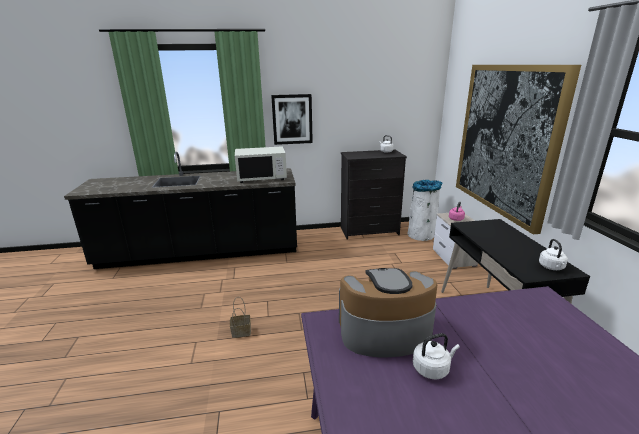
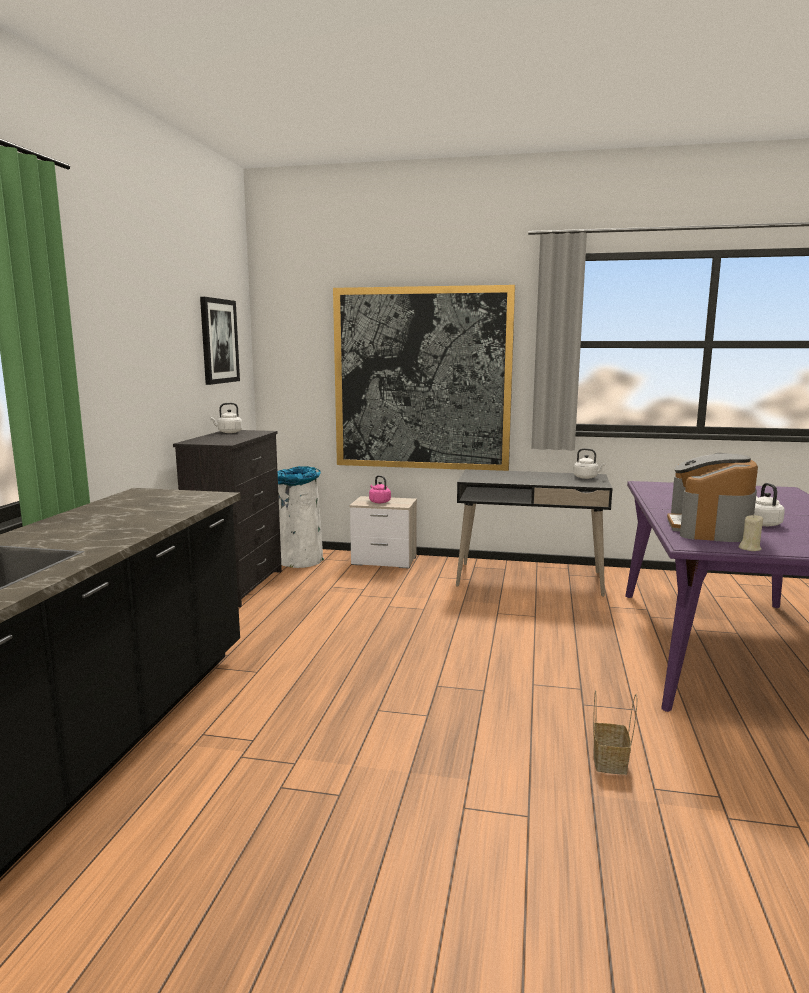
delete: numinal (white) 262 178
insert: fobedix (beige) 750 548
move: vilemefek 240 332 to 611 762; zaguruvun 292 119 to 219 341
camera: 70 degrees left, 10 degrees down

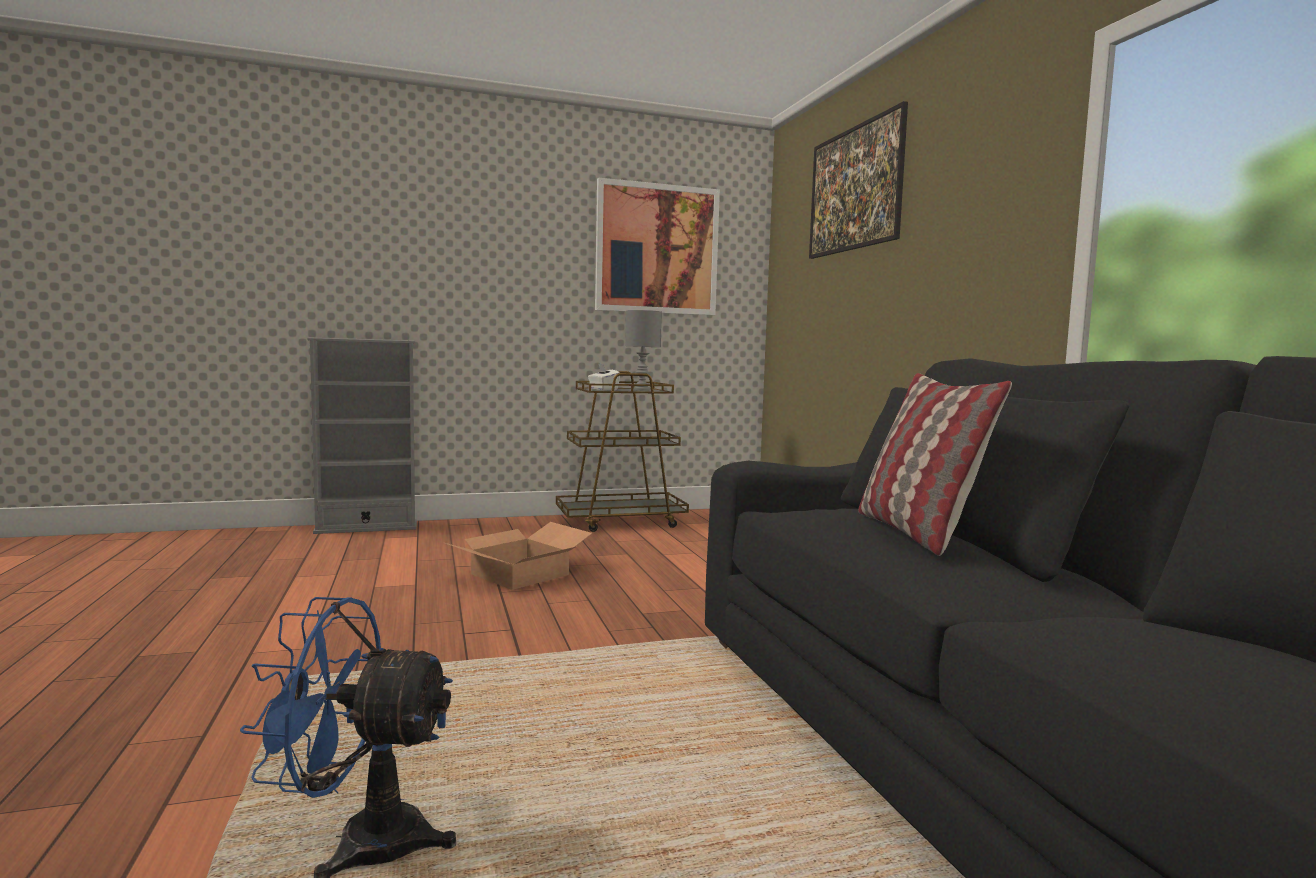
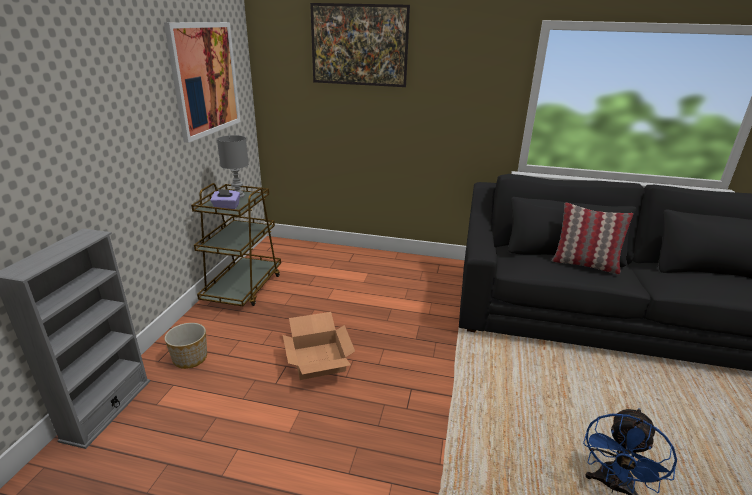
insert: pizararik 189 358
recolor: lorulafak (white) 603 389 to lorulafak (purple) 226 207
camera: 60 degrees left, 20 degrees up

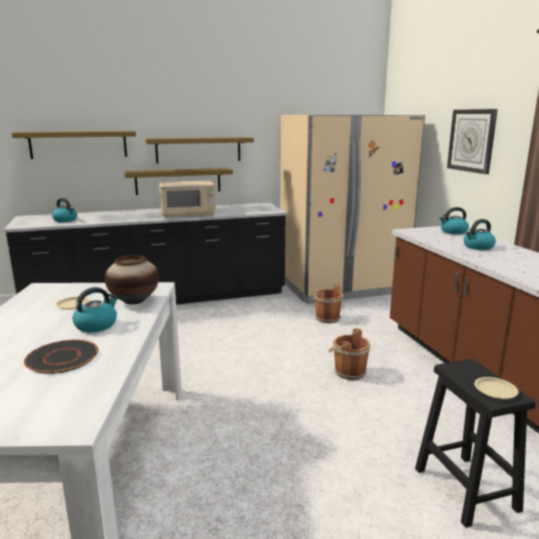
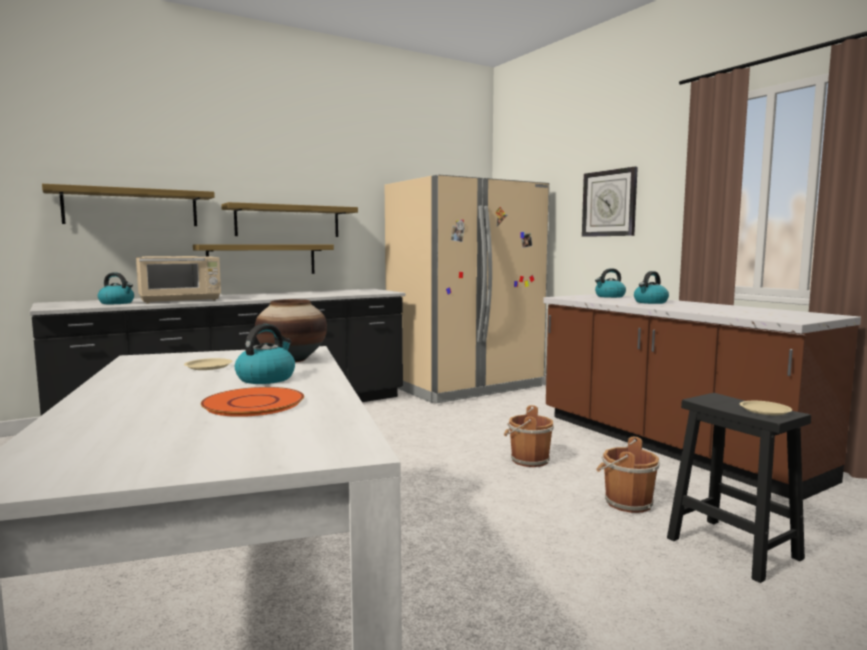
move: numinal (beige) 188 214 to 181 300; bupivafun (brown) 326 318 to 626 502
recolor: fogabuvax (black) 61 358 to fogabuvax (orange) 253 403
camera: 15 degrees left, 10 degrees down

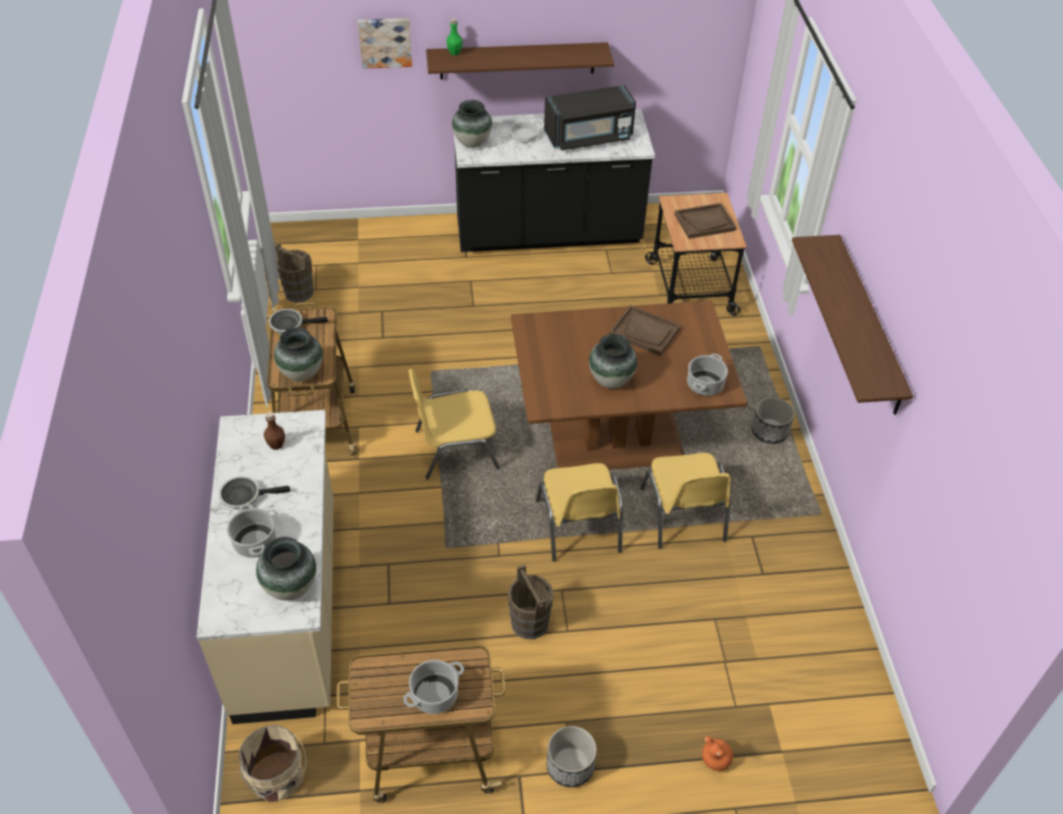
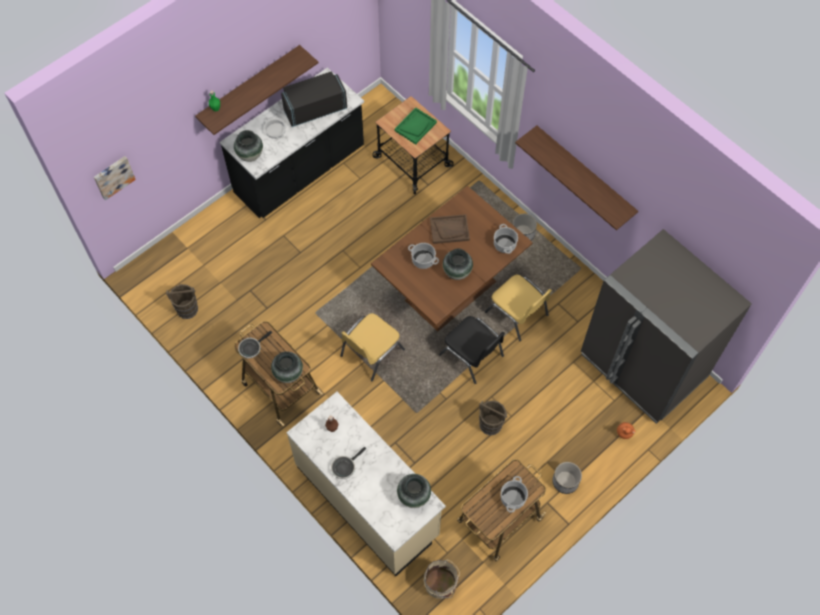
insert: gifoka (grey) 643 366
move: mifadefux 255 542 to 423 260; zaguruvun 385 42 to 113 176
recolor: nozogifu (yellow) 579 527 to nozogifu (black) 472 355; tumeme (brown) 704 222 to tumeme (green) 415 126
rotate: numinal (black) 588 137 = 315 109 150 degrees counterclockwise
camera: 35 degrees left, 15 degrees up

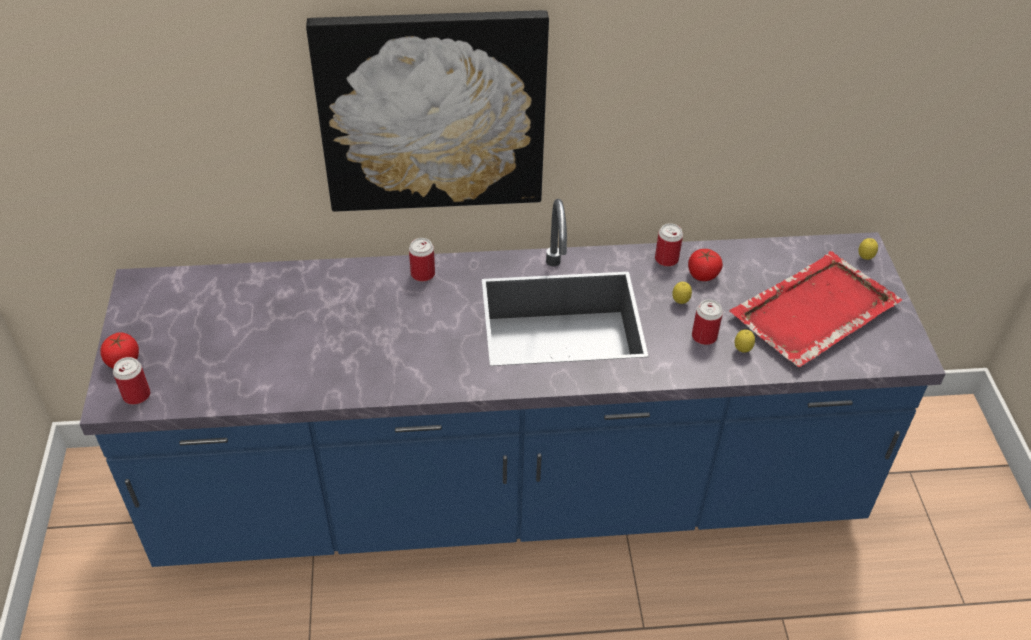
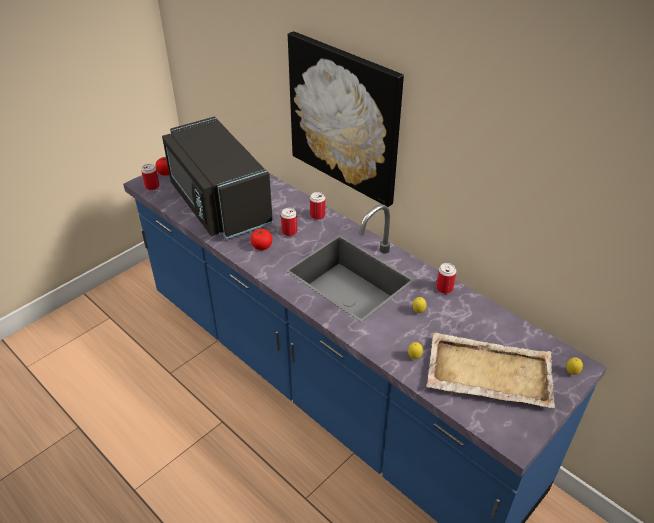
insert: numinal (black) 218 204
move: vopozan 702 275 to 262 246; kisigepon 704 336 to 289 232
recolor: tumeme (red) 812 312 to tumeme (beige) 488 372
camera: 50 degrees right, 5 degrees down

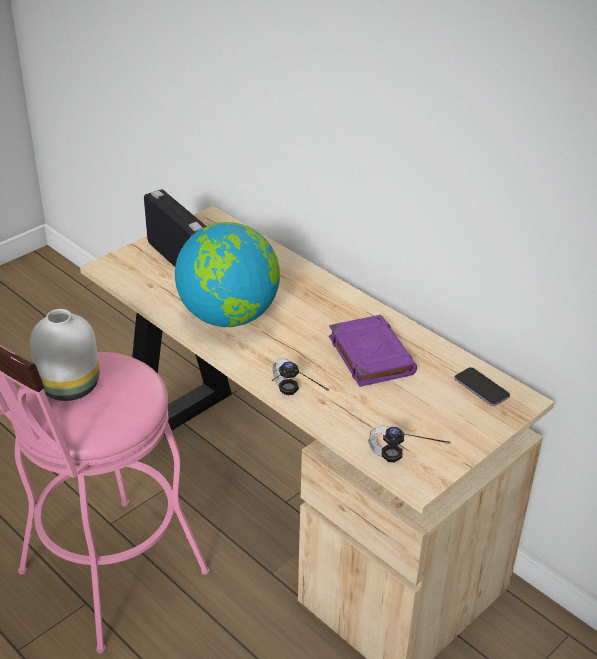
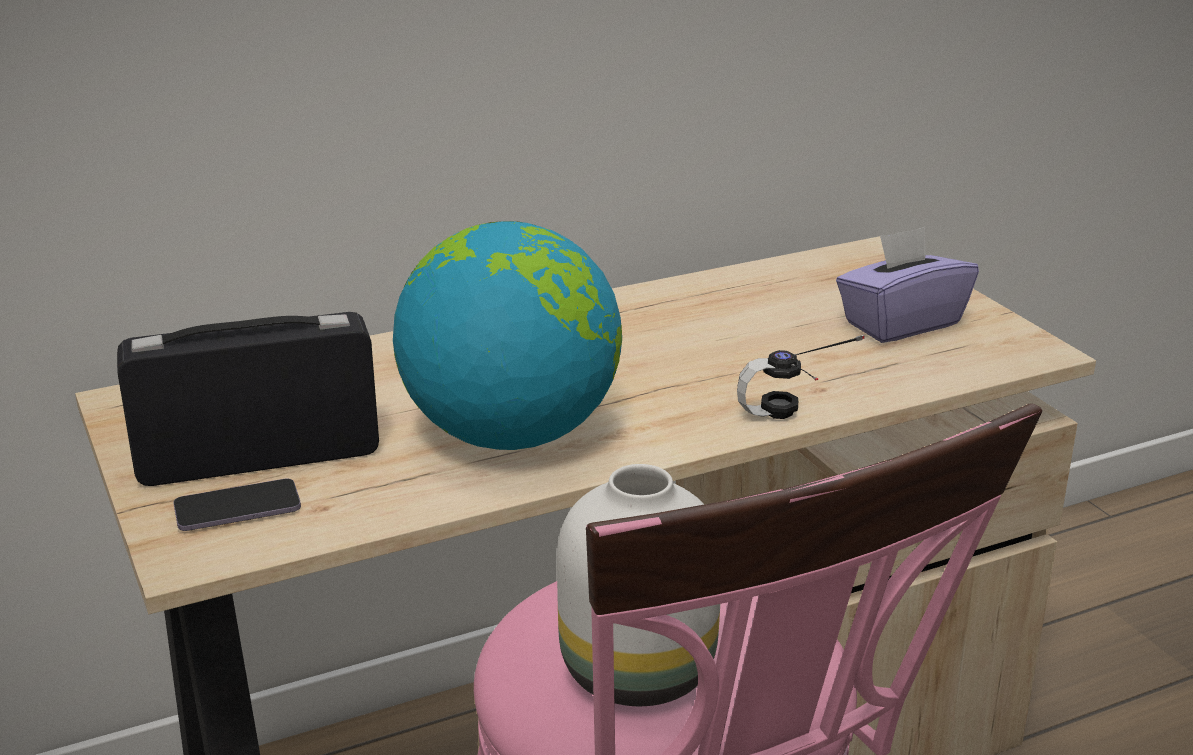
delete: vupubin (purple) 370 355; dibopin 401 467
insert: lorulafak (purple) 901 323
move: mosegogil 481 388 to 237 509
camera: 70 degrees left, 10 degrees down

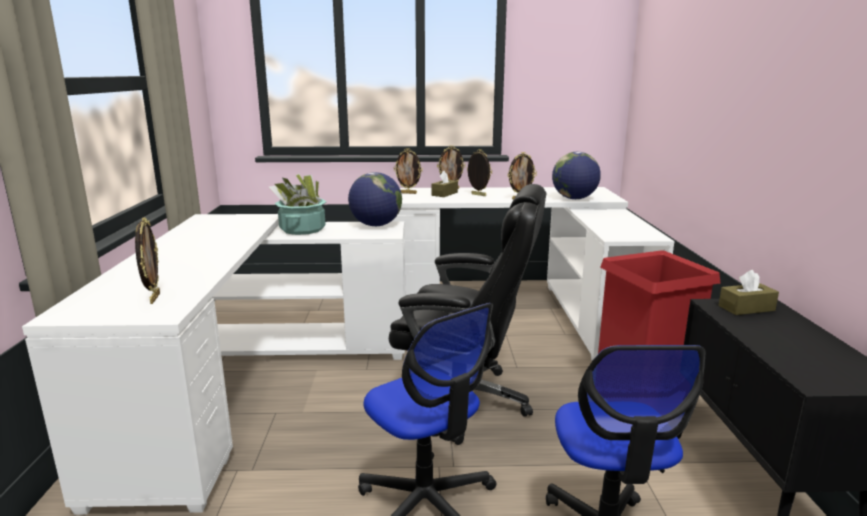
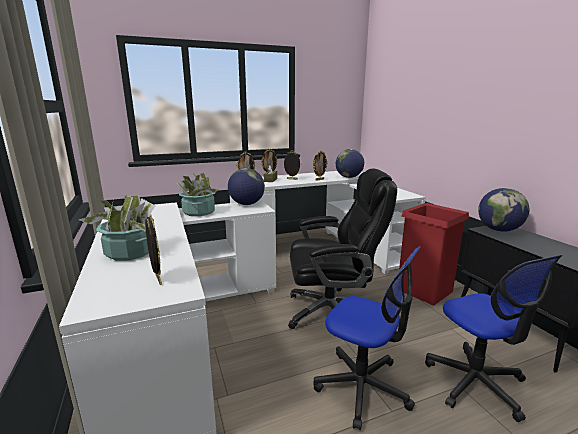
insert: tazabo 130 252
replace: lorulafak (brown) 746 308 to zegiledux 498 230
camera: 20 degrees left, 0 degrees up

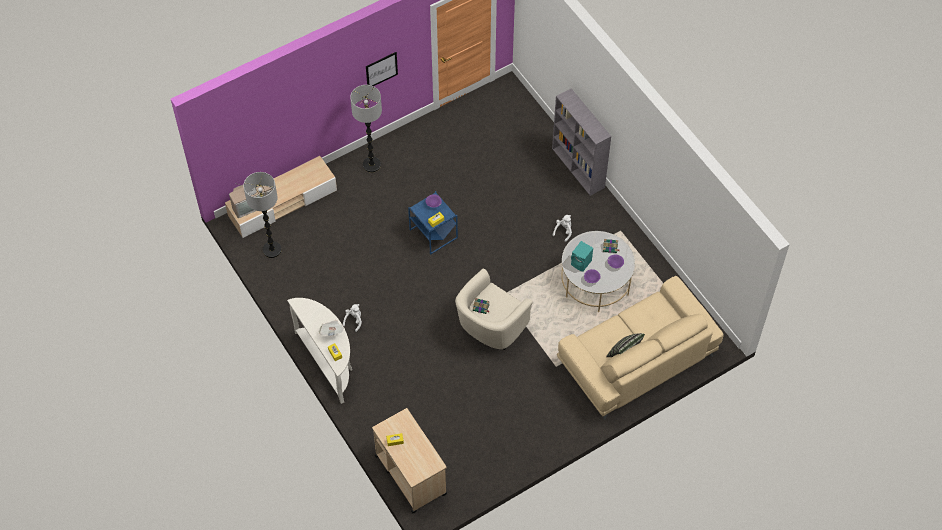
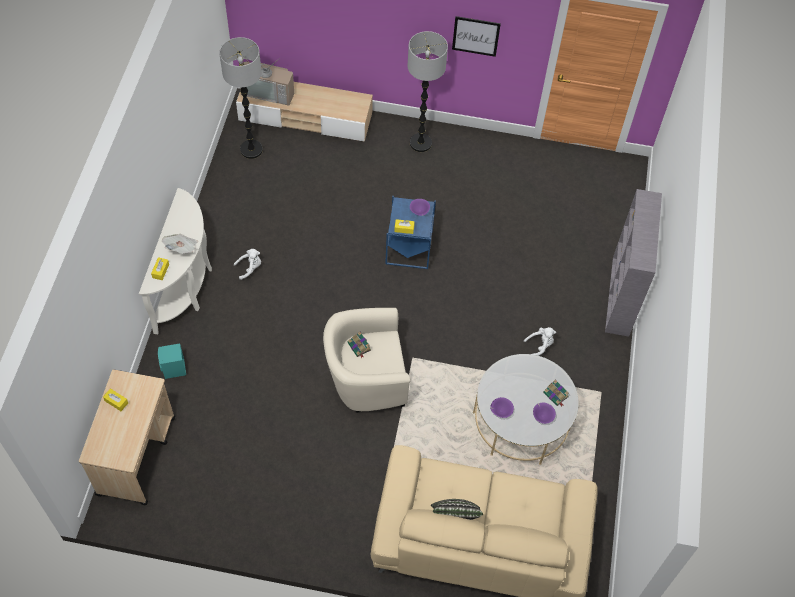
move: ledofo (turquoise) 581 263 to 174 369
camera: 40 degrees right, 0 degrees up

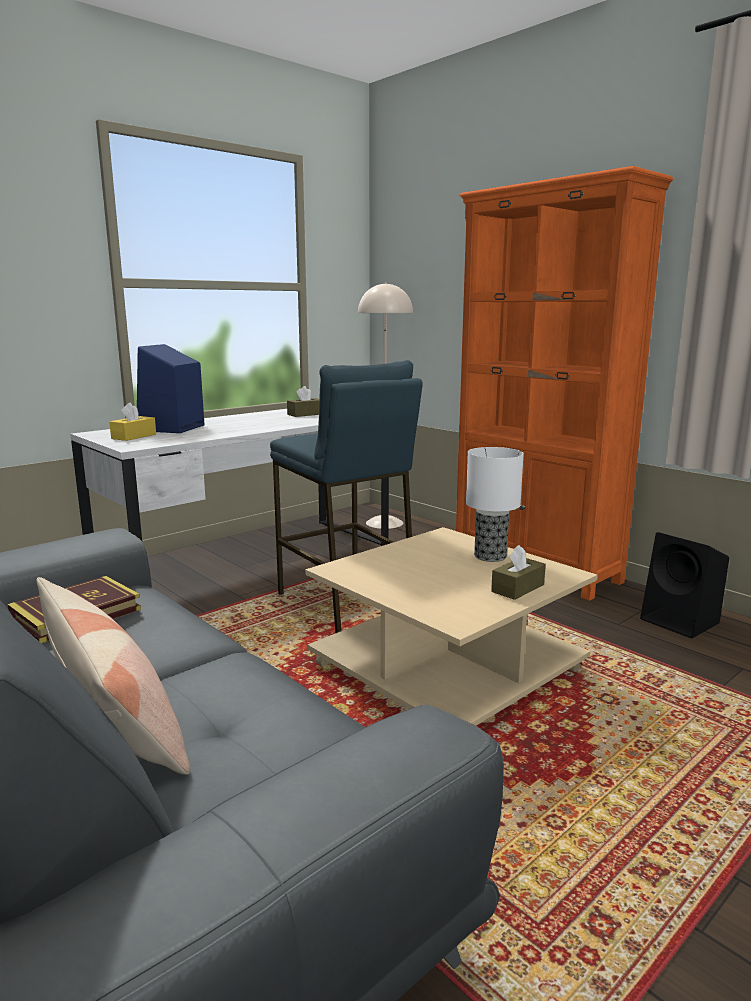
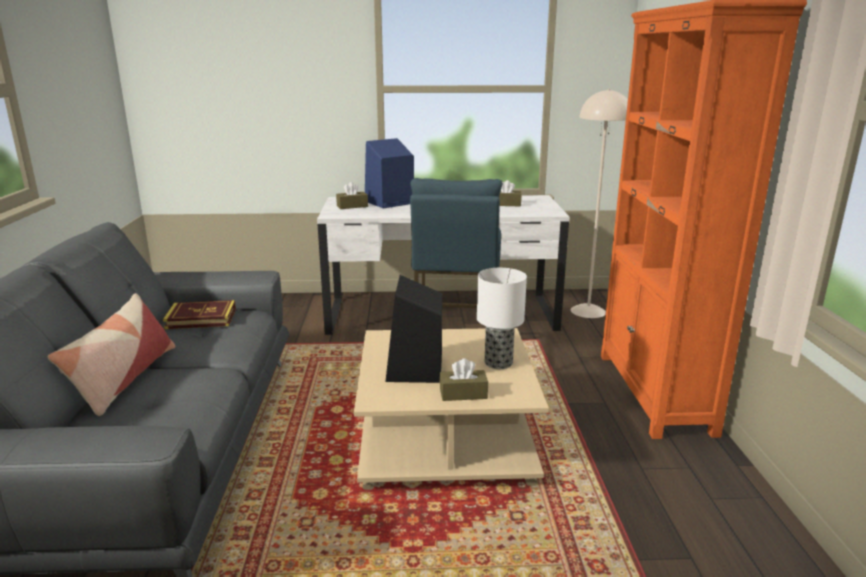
move: ledofo (black) 681 621 to 415 370
recolor: lorulafak (yellow) 134 436 to lorulafak (brown) 352 206
camera: 40 degrees right, 5 degrees up

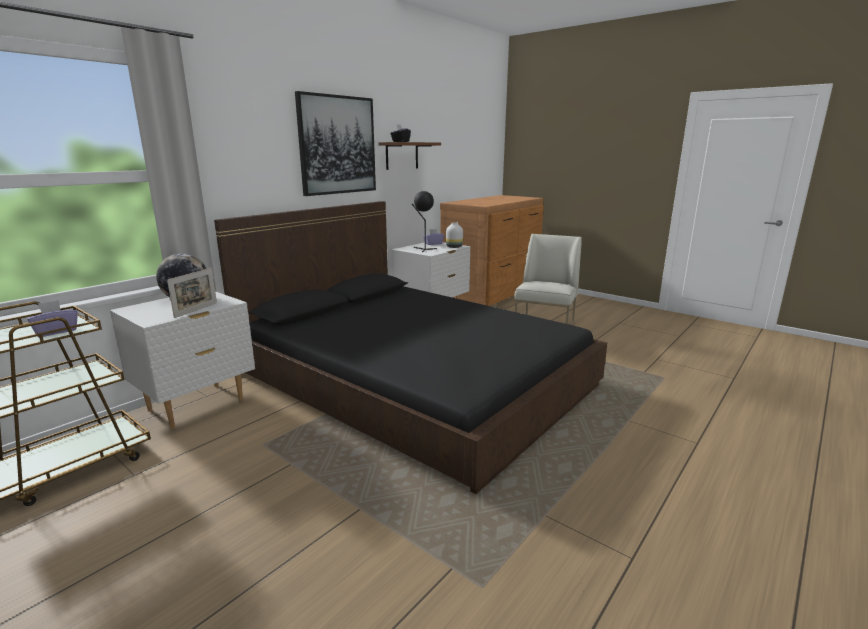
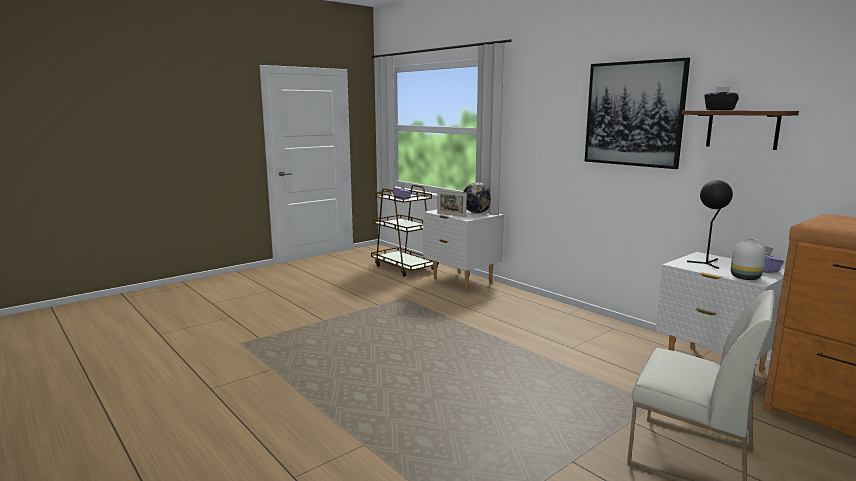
delete: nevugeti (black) 414 378
camera: 100 degrees right, 5 degrees down

